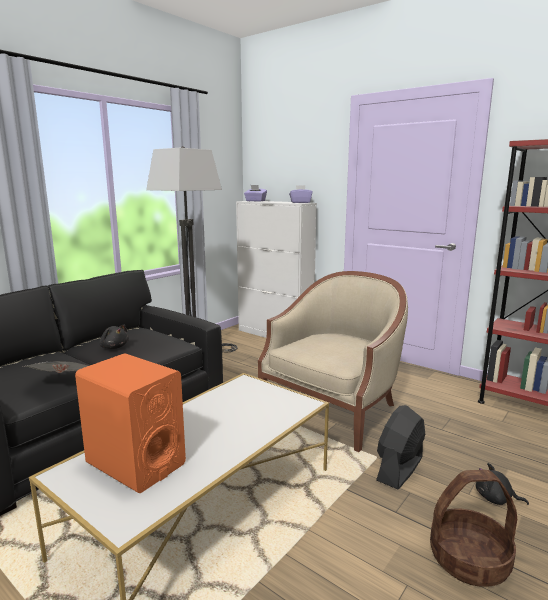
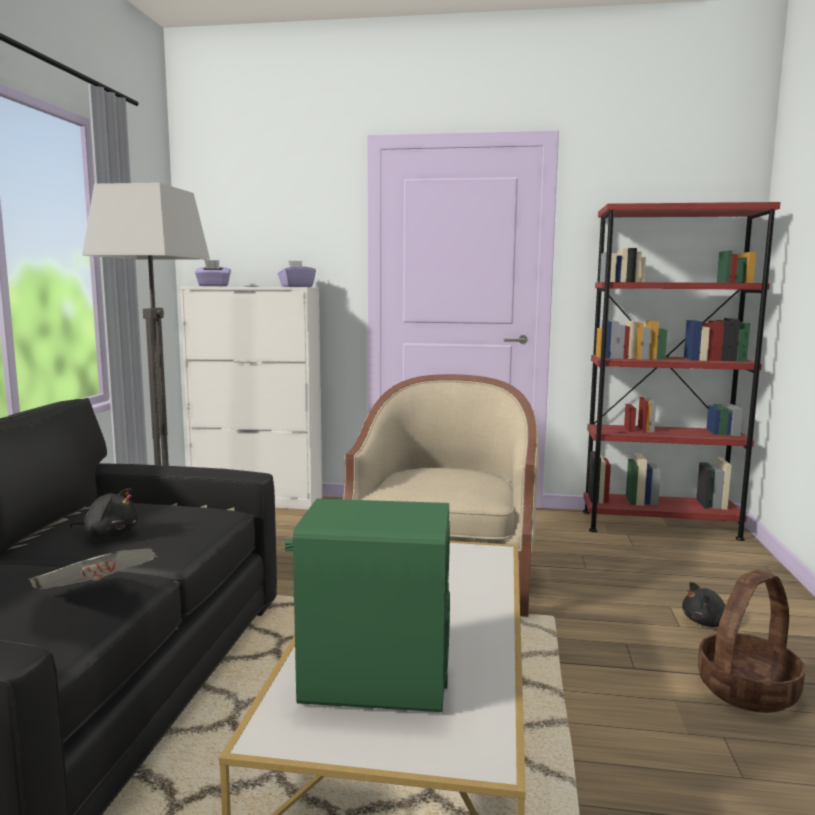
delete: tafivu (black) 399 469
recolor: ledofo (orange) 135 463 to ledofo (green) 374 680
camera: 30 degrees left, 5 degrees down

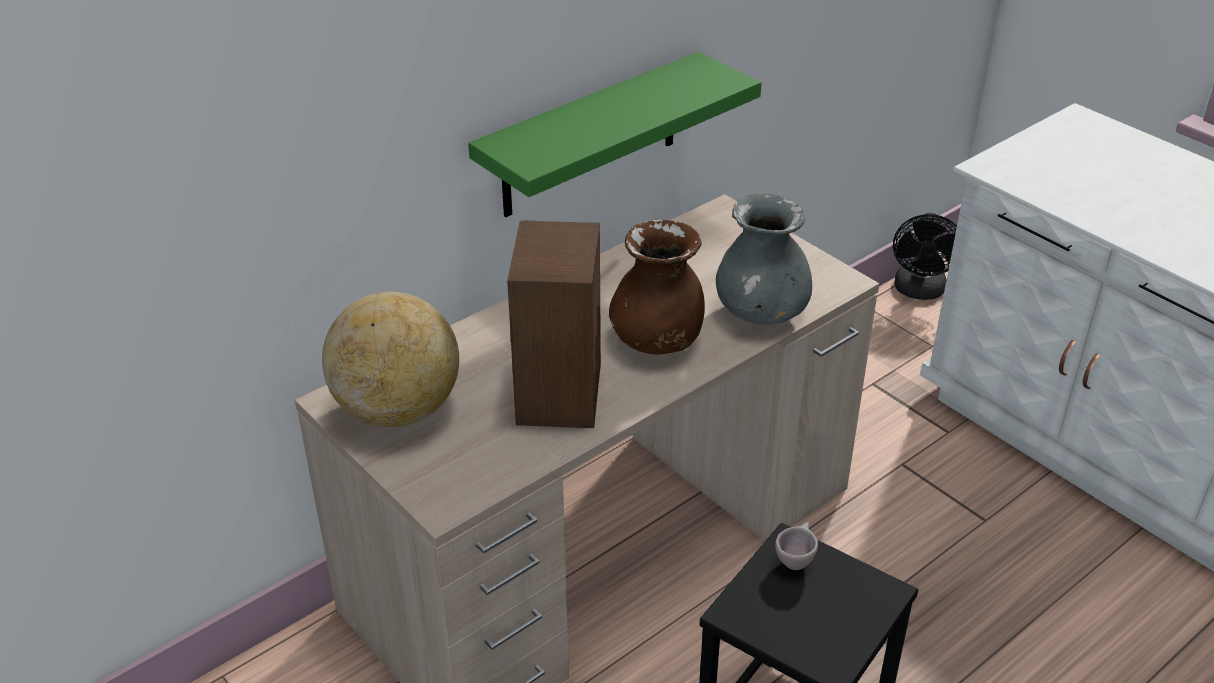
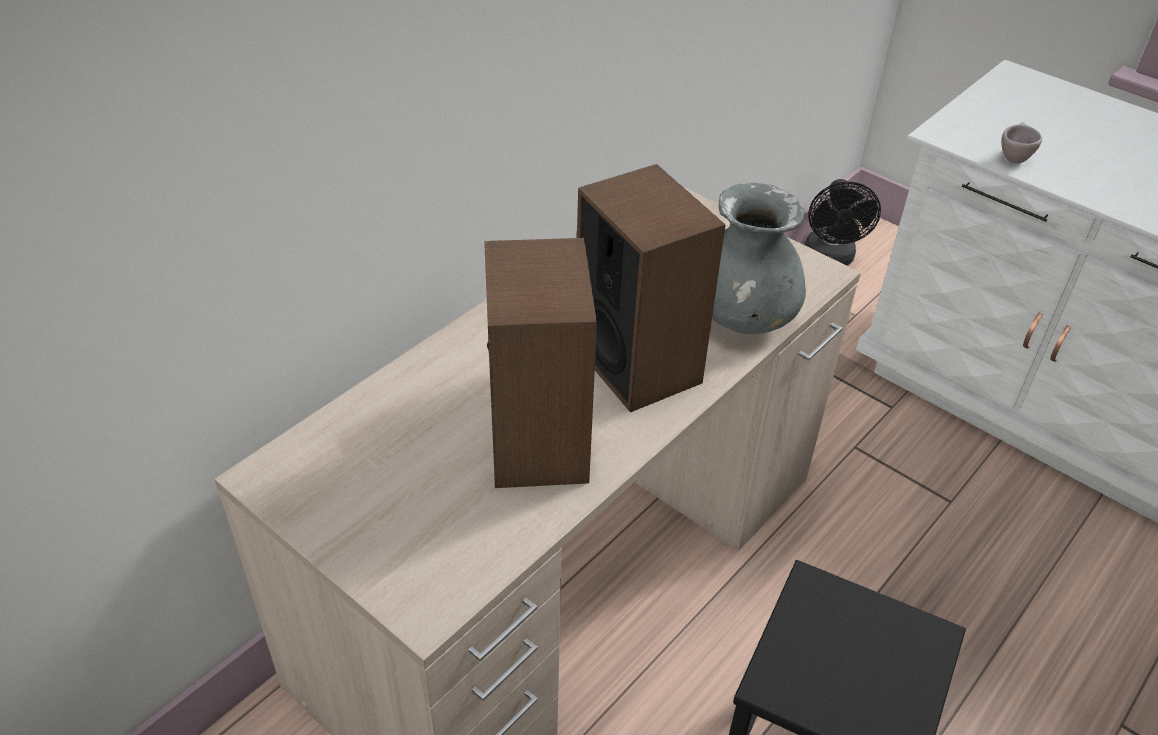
delete: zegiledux 398 410; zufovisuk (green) 590 136
move: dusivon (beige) 795 559 to 1013 157
replace: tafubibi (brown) 657 341 to ledofo 637 363
camera: 10 degrees left, 5 degrees up

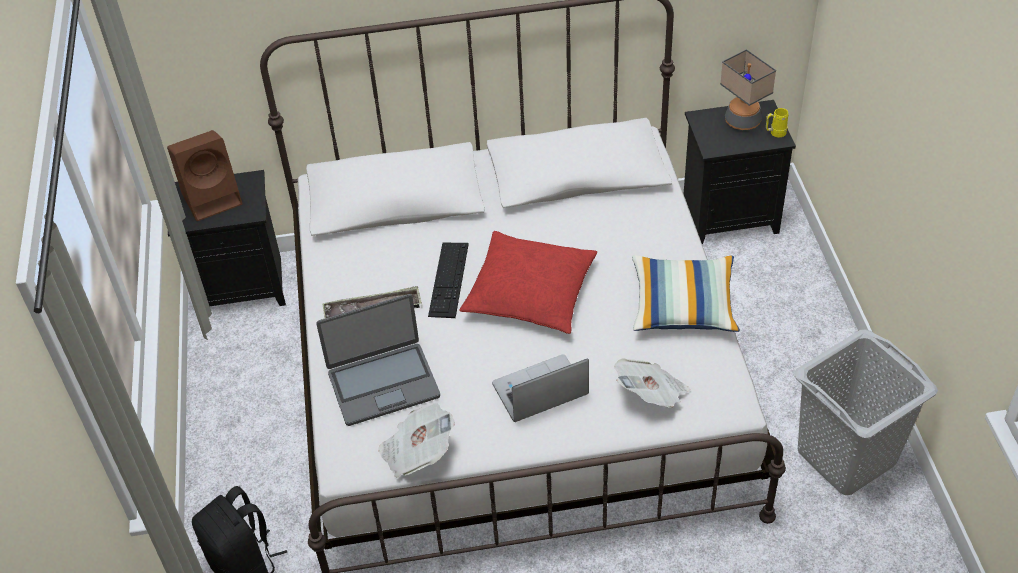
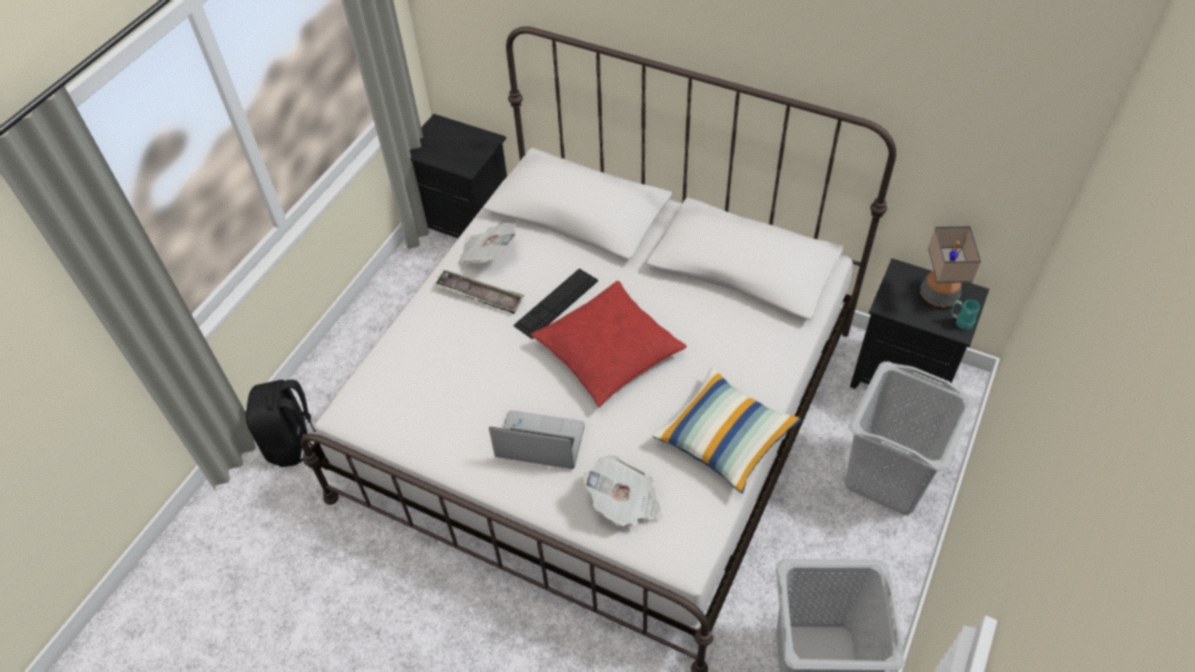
delete: ledofo (brown) 213 198; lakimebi 383 384
insert: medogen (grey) 888 476
move: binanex 417 452 to 488 254
recolor: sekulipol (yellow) 775 133 to sekulipol (turquoise) 960 322
camera: 35 degrees right, 5 degrees up

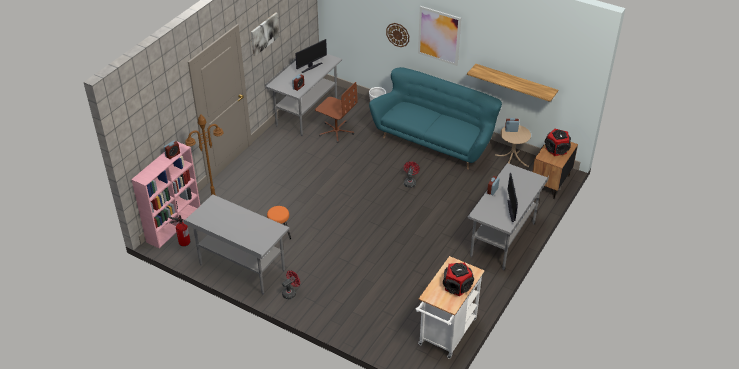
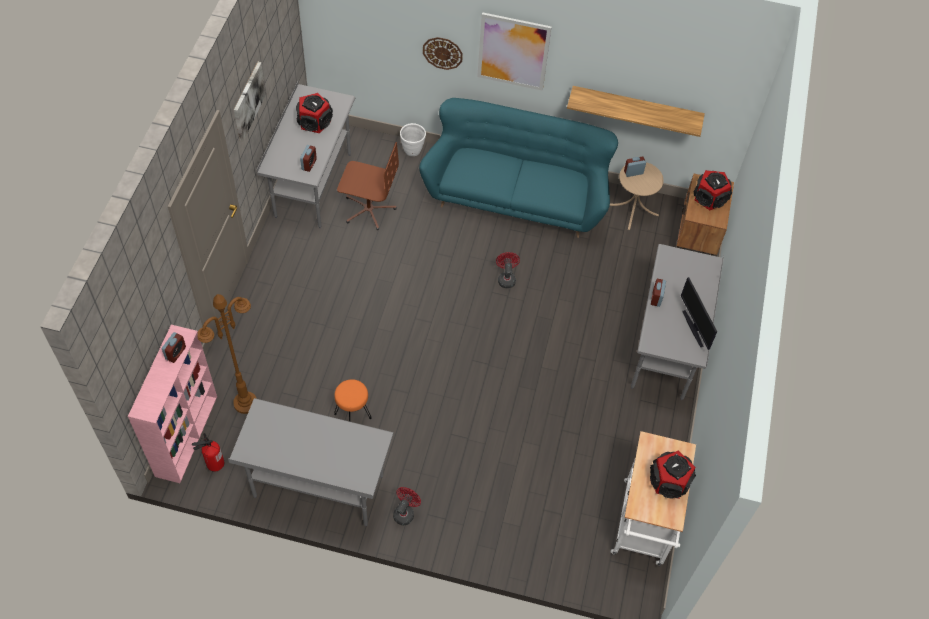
replace: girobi 311 67 to ledofo 314 122
camera: 20 degrees left, 15 degrees up

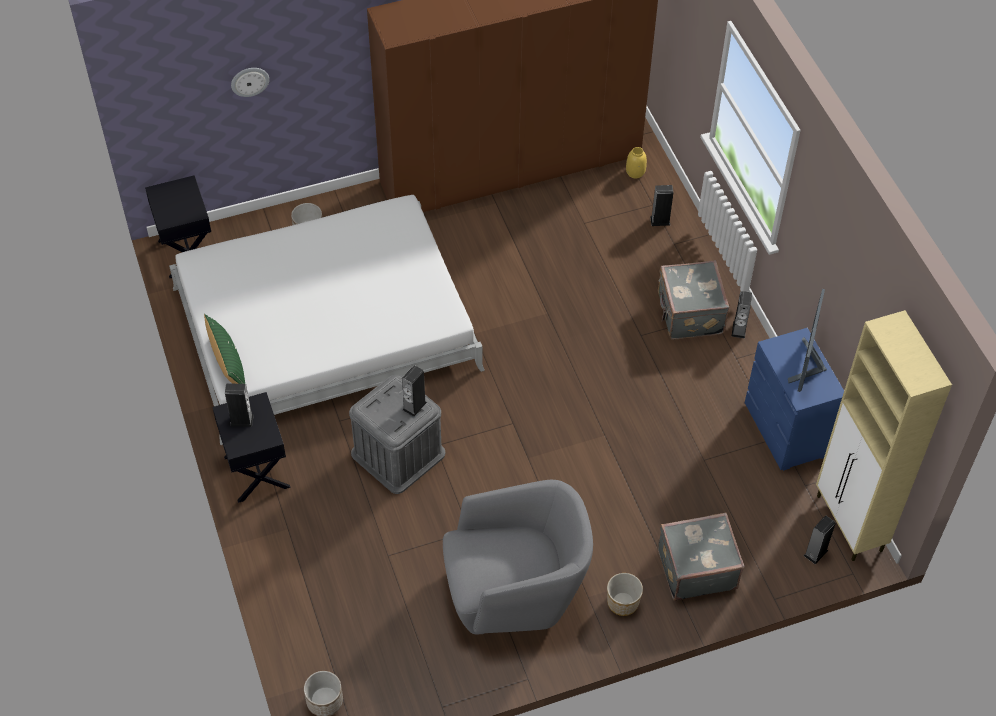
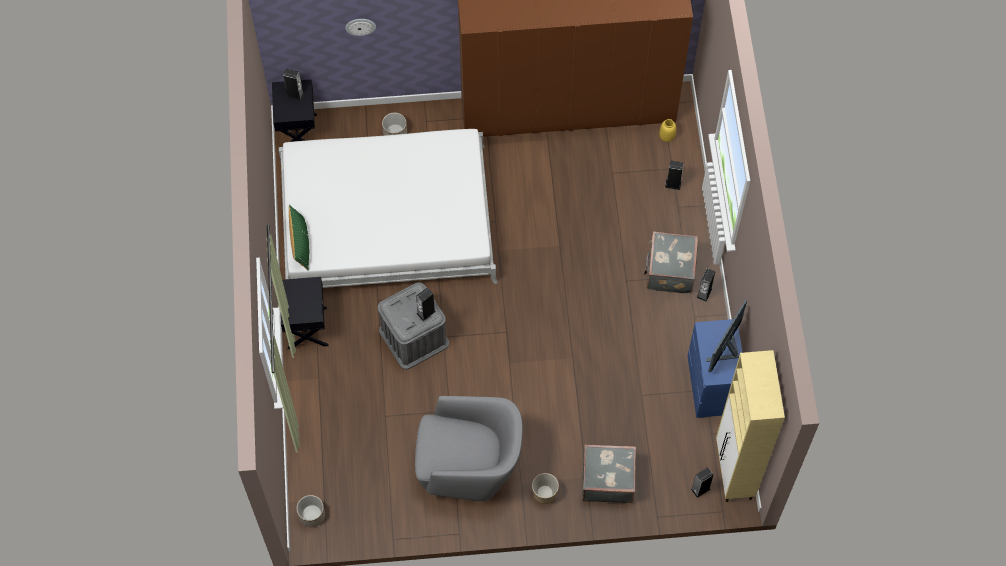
move: ledofo 241 420 to 295 94
camera: 15 degrees right, 10 degrees up

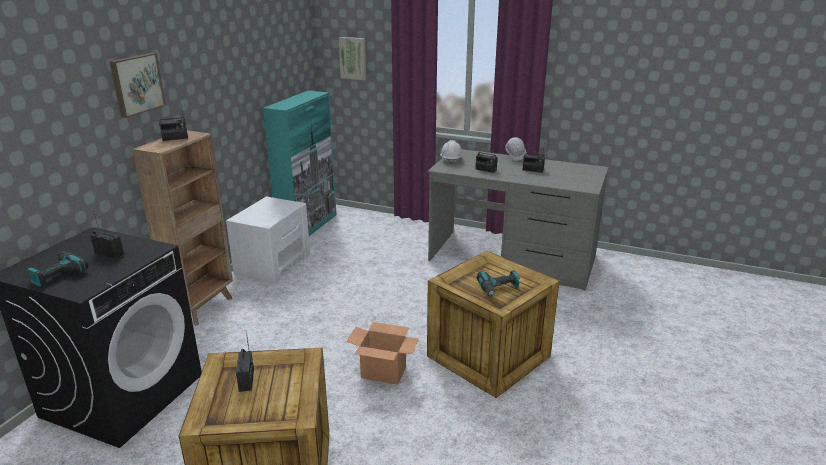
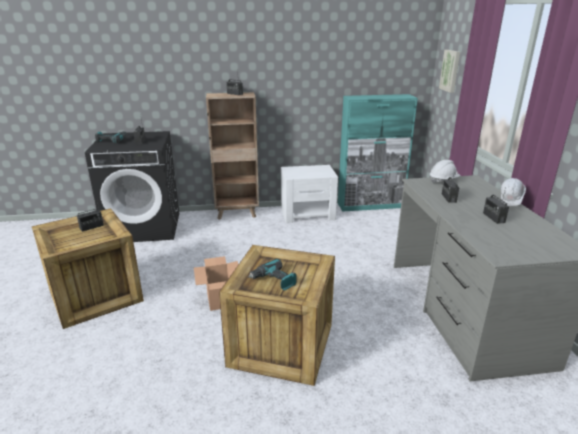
delete: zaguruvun 136 84
camera: 60 degrees right, 0 degrees up

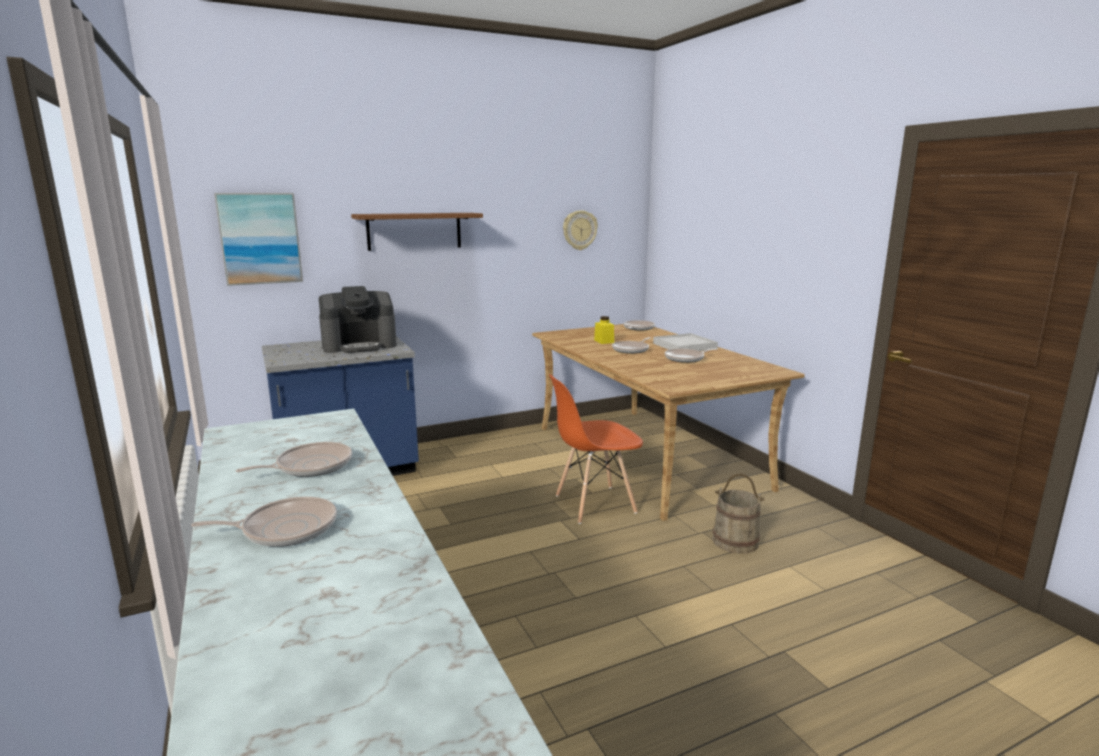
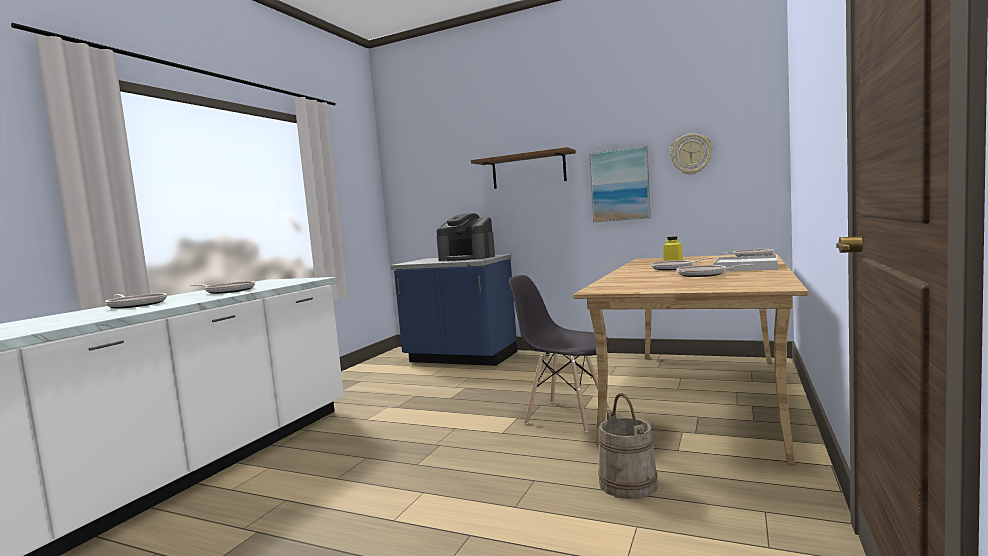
move: zaguruvun 260 238 to 620 185
recolor: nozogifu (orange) 594 504 to nozogifu (grey) 566 415
camera: 50 degrees right, 10 degrees down

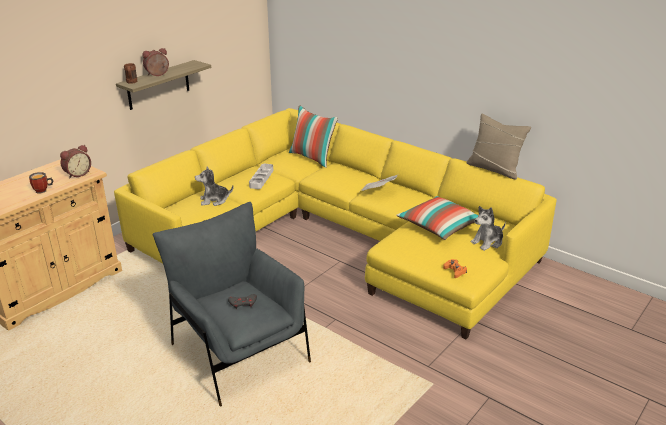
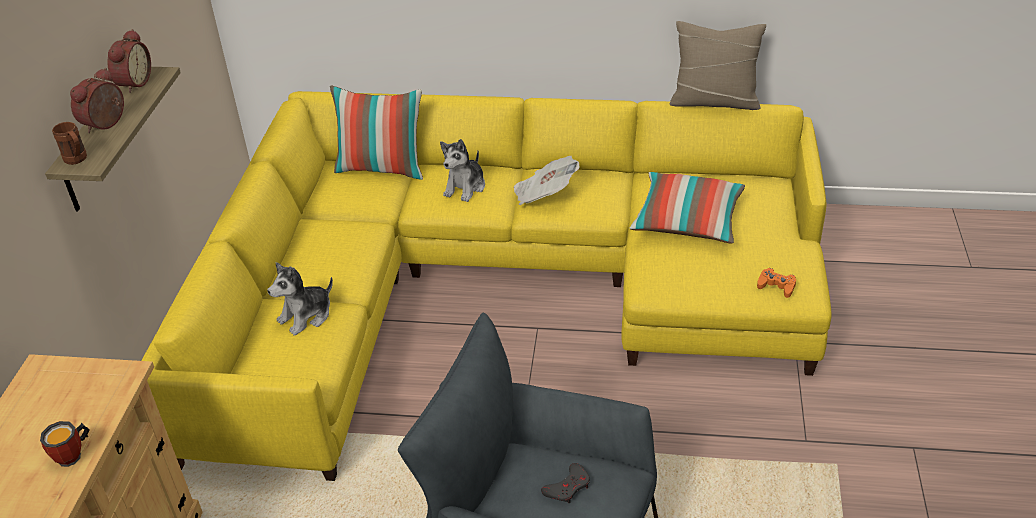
delete: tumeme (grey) 261 178
move: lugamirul 77 174 to 133 83; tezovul 487 242 to 465 187
camera: 30 degrees left, 10 degrees up

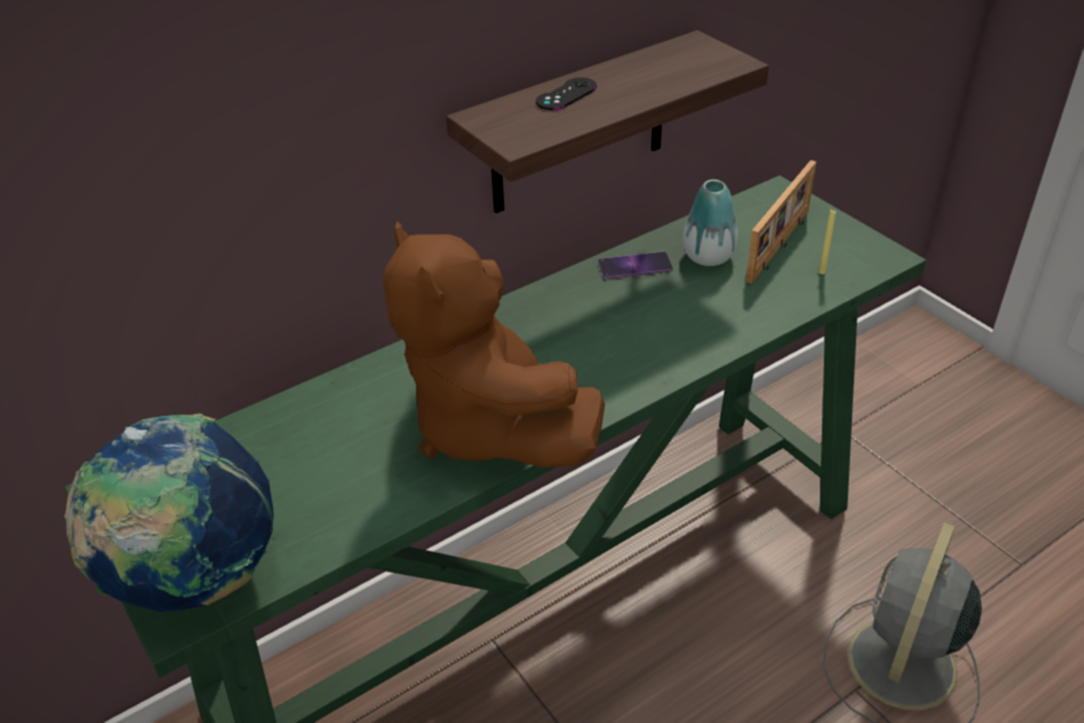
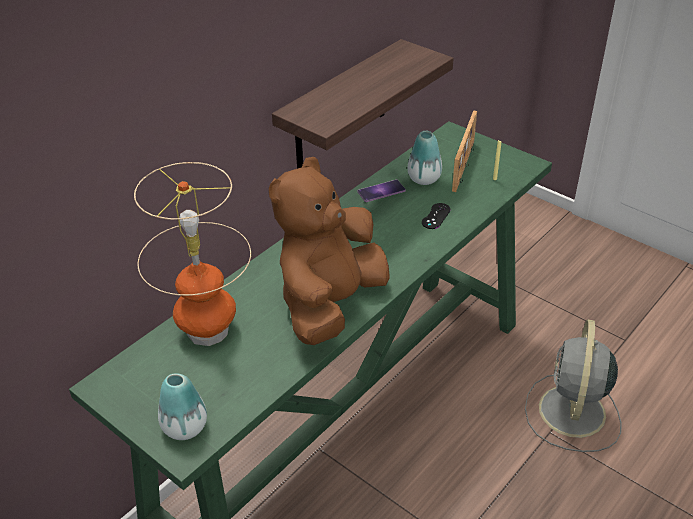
insert: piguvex 207 330
move: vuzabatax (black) 566 94 to 436 216
replace: zegiledux 195 579 to tafubibi 185 427
rotate: tezovul (brown) 489 426 = 330 304 75 degrees clockwise
camera: 15 degrees left, 0 degrees up

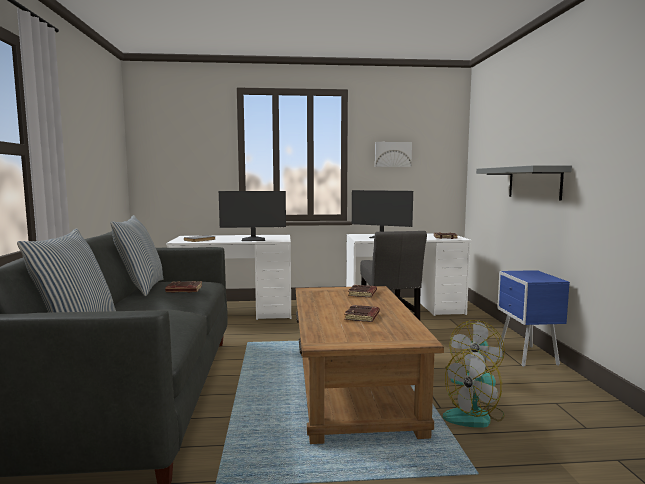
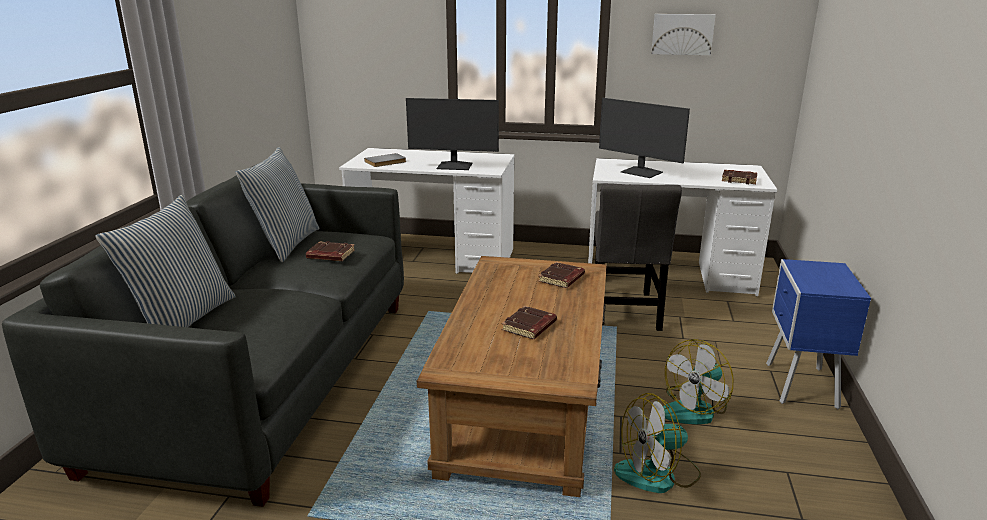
delete: zufovisuk (grey) 534 182
camera: 15 degrees right, 15 degrees up

